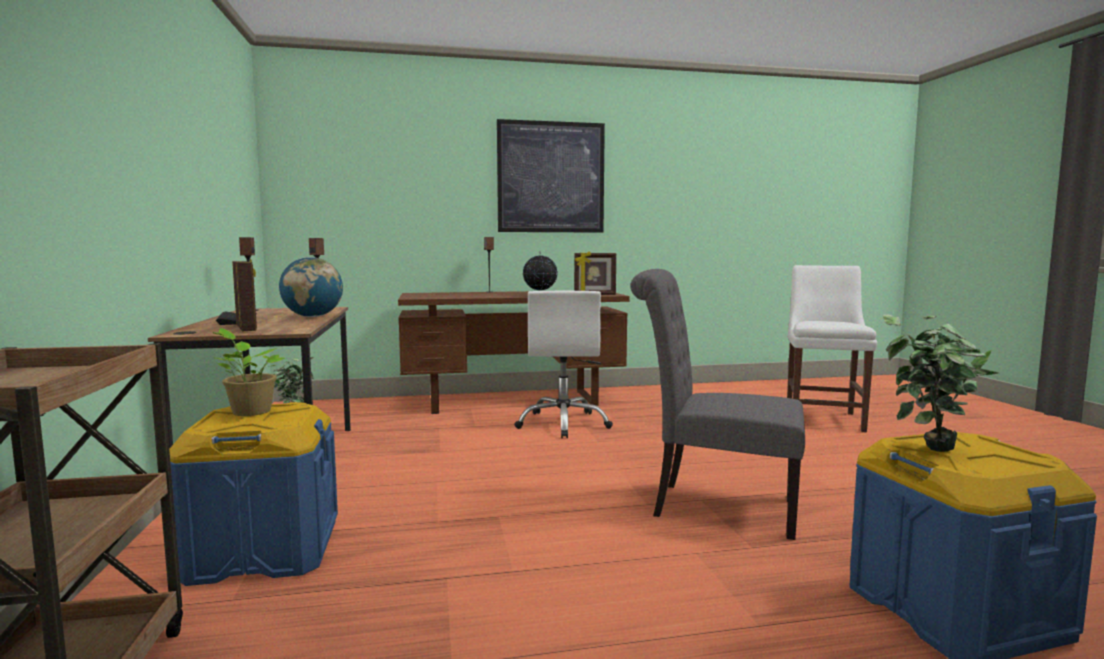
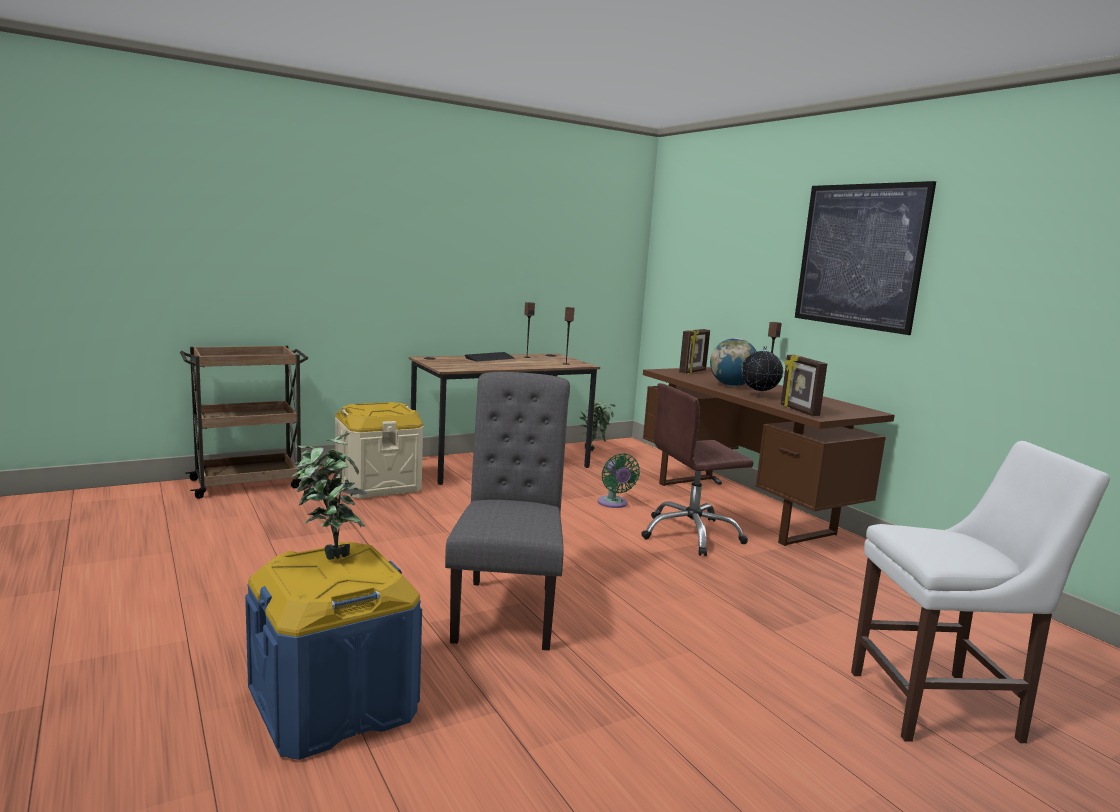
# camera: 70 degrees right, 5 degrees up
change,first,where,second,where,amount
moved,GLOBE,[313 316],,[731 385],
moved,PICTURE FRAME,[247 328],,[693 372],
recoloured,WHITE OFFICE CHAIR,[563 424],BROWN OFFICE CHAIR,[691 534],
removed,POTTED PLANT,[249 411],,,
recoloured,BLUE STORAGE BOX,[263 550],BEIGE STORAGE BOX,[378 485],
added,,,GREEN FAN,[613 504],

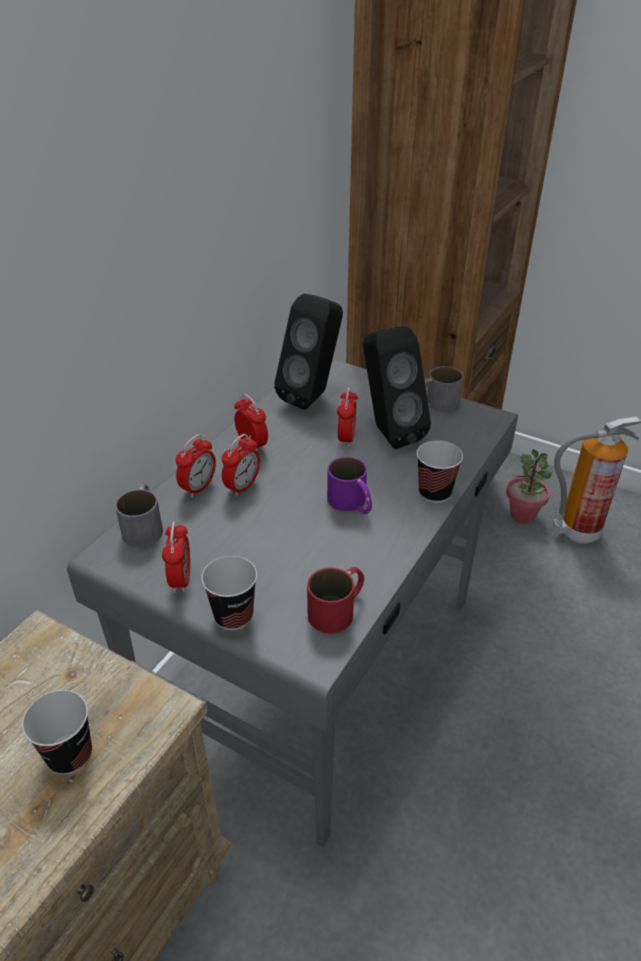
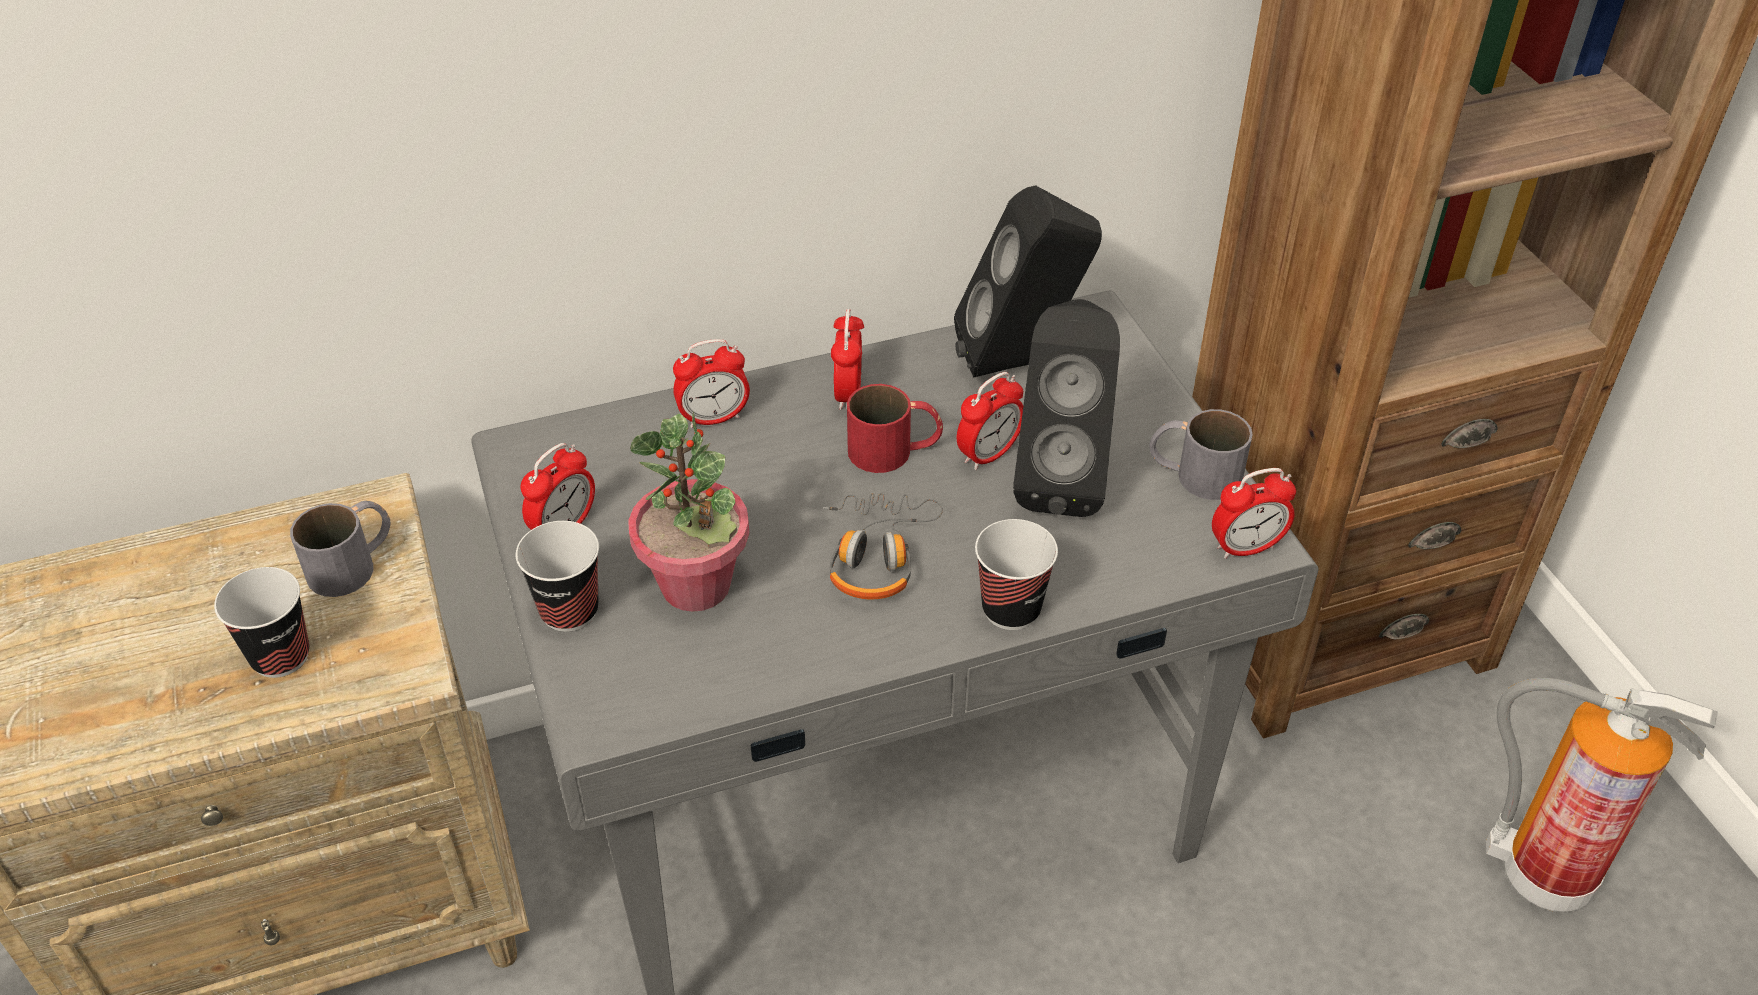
# camera: 40 degrees right, 5 degrees up
change,first,where,second,where,amount
moved,ALARM CLOCK,[242 487],,[1246 548],
moved,POTTED PLANT,[523 514],,[696 586],
replaced,PURPLE MUG,[352 504],HEADPHONES,[877 556],
moved,GREY MUG,[144 525],,[354 563],
moved,RED MUG,[338 609],,[895 450],

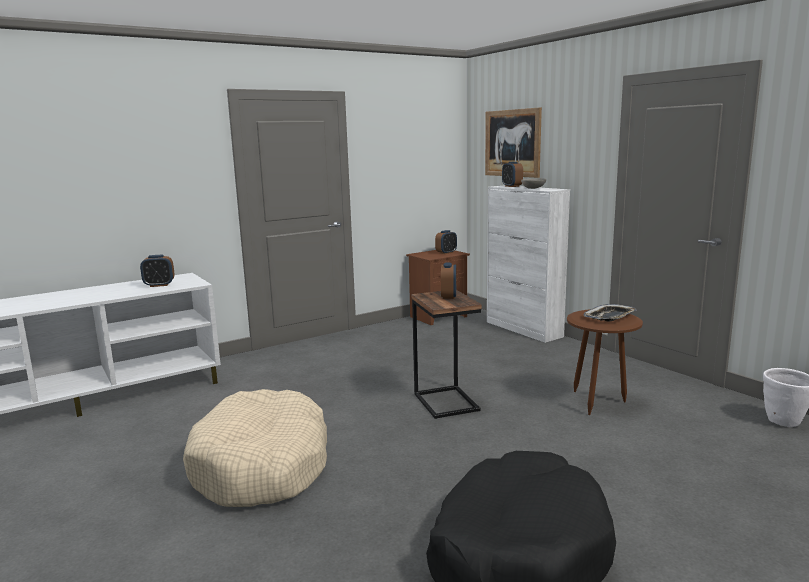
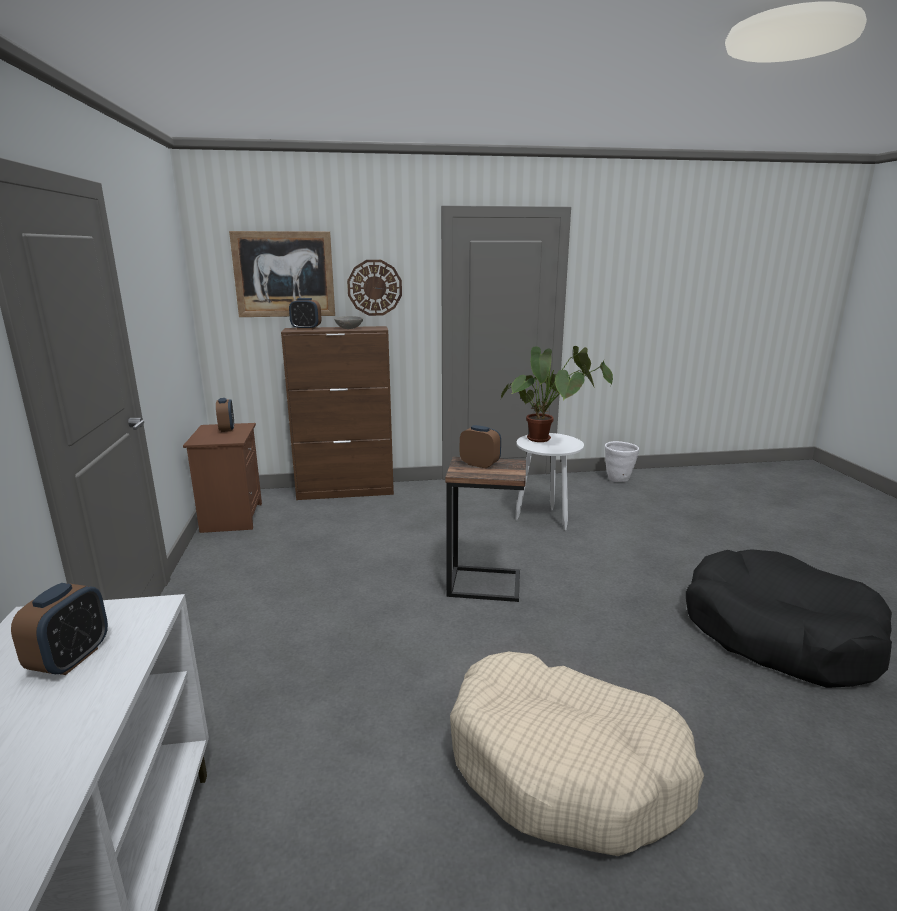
# camera: 65 degrees left, 5 degrees up
change,first,where,second,where,amount
recoloured,WHITE CABINET,[523 329],BROWN CABINET,[346 491],
replaced,TRAY,[610 317],POTTED PLANT,[550 439],
recoloured,BROWN SIDE TABLE,[599 402],WHITE SIDE TABLE,[545 518],
added,,,WALL CLOCK,[374 287],

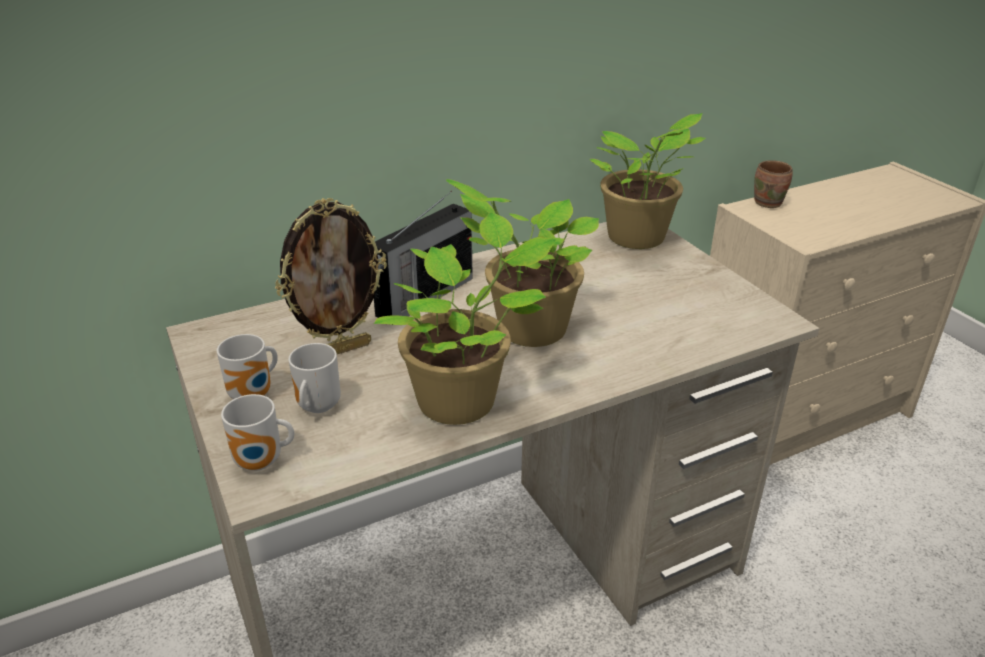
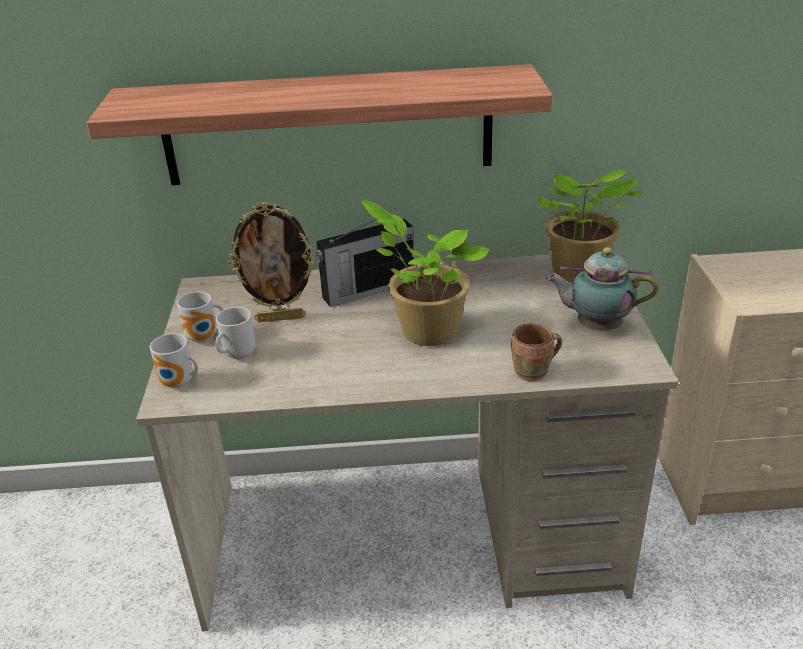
# camera: 25 degrees right, 0 degrees up
change,first,where,second,where,amount
moved,BROWN MUG,[770 203],,[534 373],
removed,POTTED PLANT,[463 401],,,
added,,,SHELF,[328 126],
added,,,TEAPOT,[595 326],

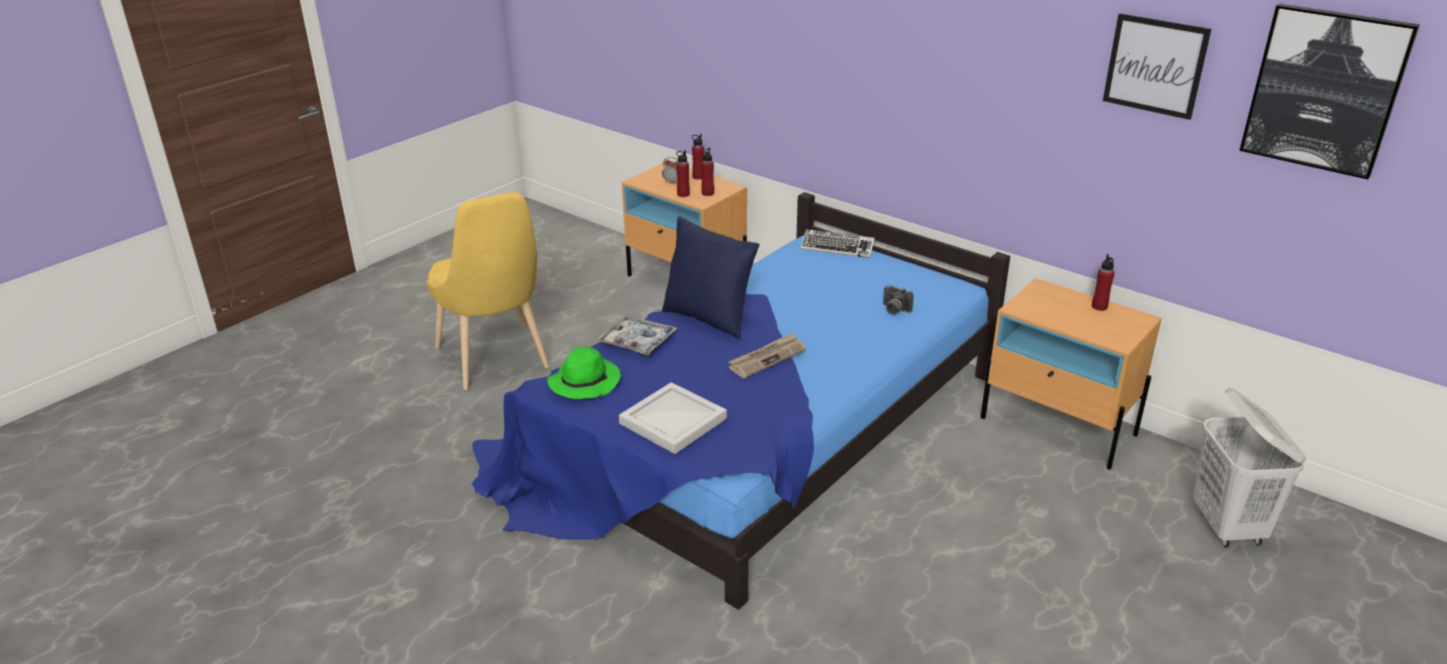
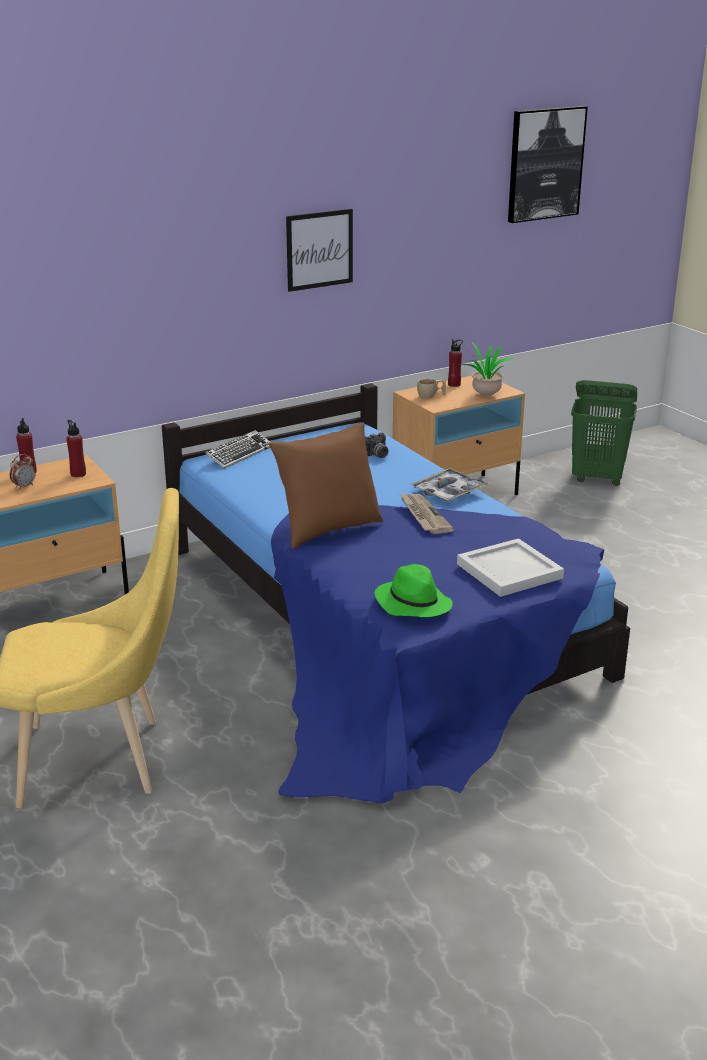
# camera: 70 degrees left, 5 degrees down
change,first,where,second,where,amount
moved,PICTURE,[1155 66],,[319 249],
removed,RED BOTTLE,[683 194],,,
recoloured,BLUE PILLOW,[709 319],BROWN PILLOW,[328 530],
moved,TRAY,[637 342],,[449 492],
recoloured,WHITE LAUNDRY BASKET,[1228 527],GREEN LAUNDRY BASKET,[598 478],
added,,,POTTED PLANT,[484 394],
added,,,BEIGE CUP,[431 396],

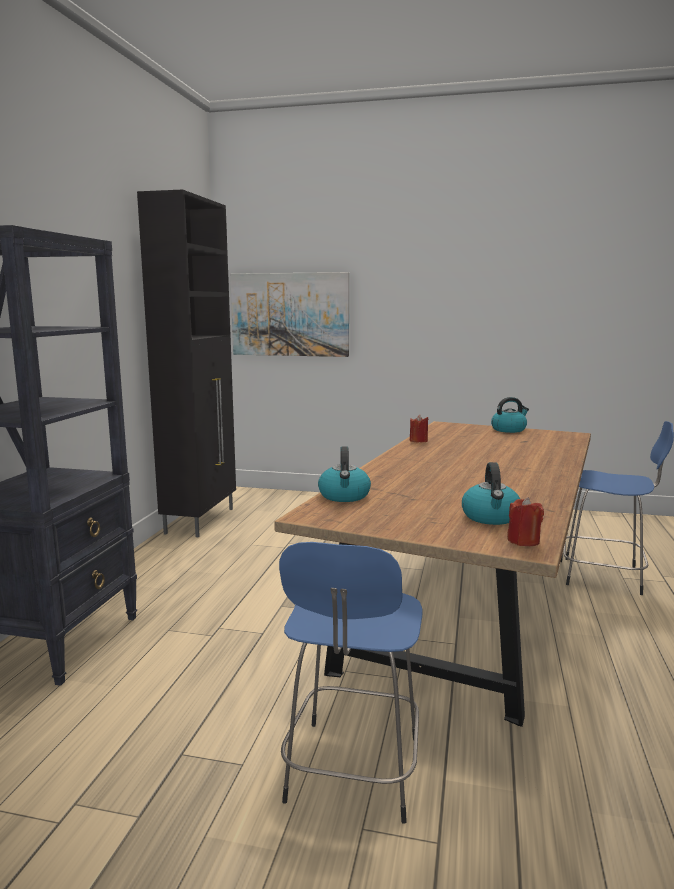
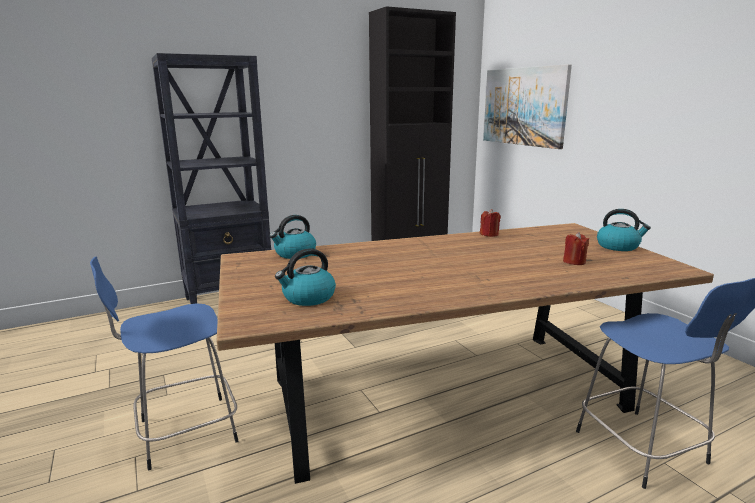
# camera: 50 degrees right, 5 degrees up
change,first,where,second,where,amount
moved,RED CANDLE,[523 541],,[574 262],

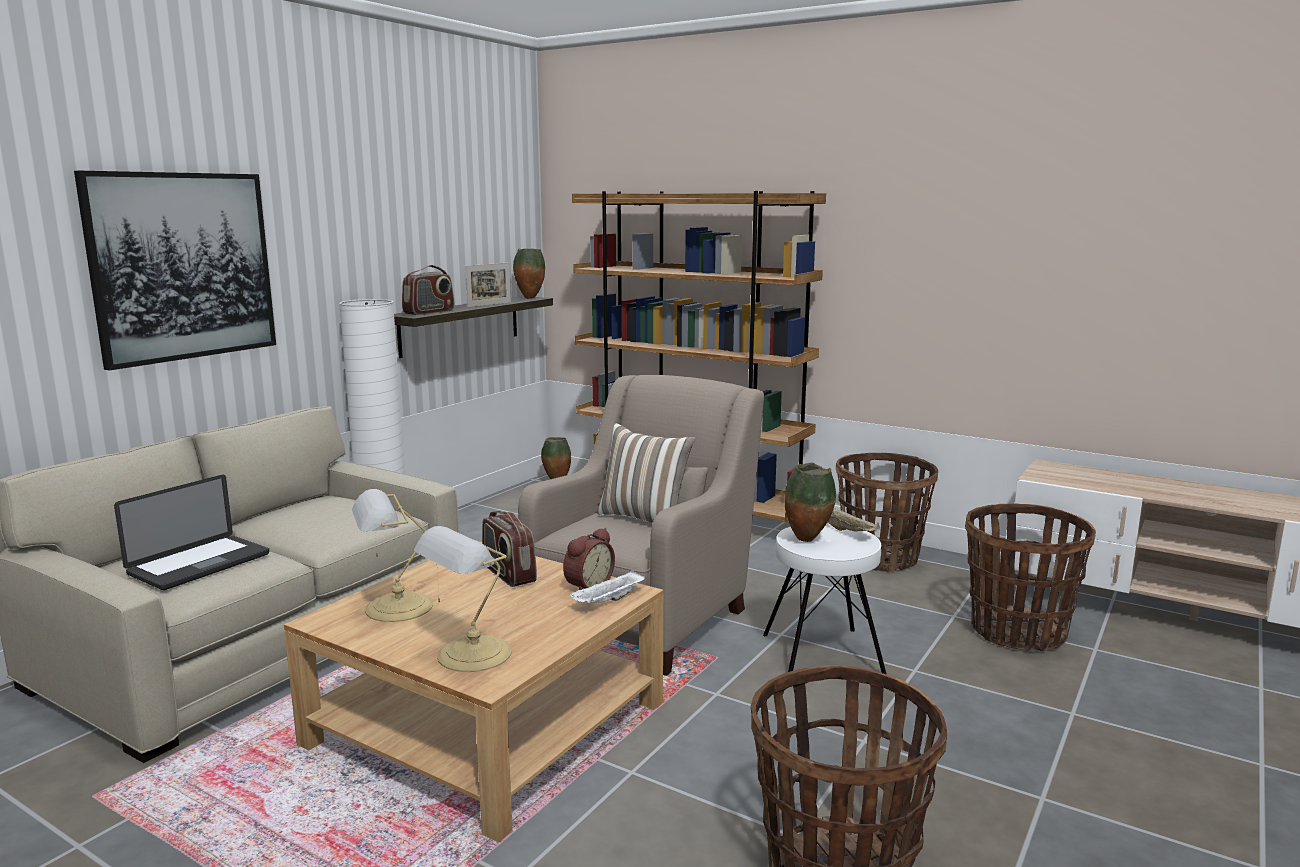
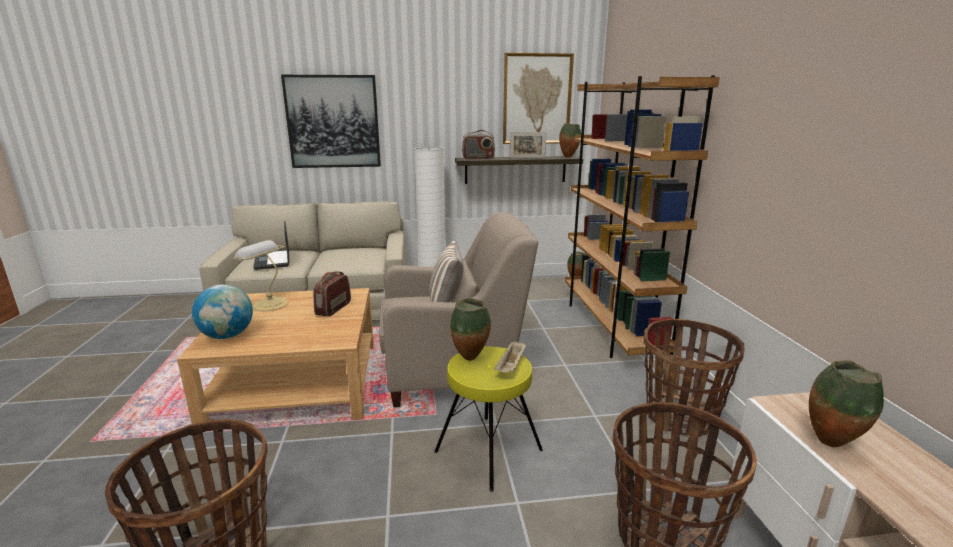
# camera: 50 degrees right, 5 degrees up
change,first,where,second,where,amount
turned,LAPTOP,[199 564],,[272 260],75 degrees clockwise
recoloured,WHITE STOOL,[823 654],YELLOW STOOL,[488 451],
replaced,TABLE LAMP,[471 655],GLOBE,[227 336],
removed,ALARM CLOCK,[587 586],,,
removed,WHITE TRAY,[608 601],,,
added,,,PICTURE,[537 99],
added,,,VASE,[832 443],

